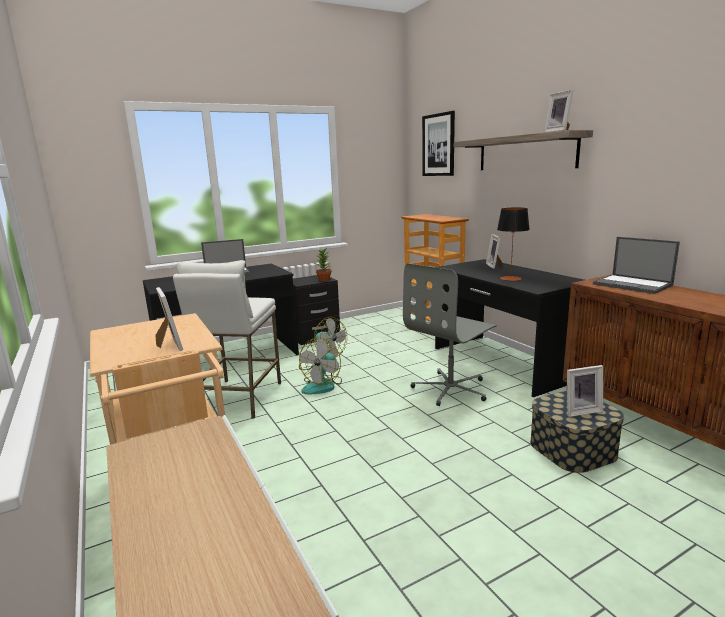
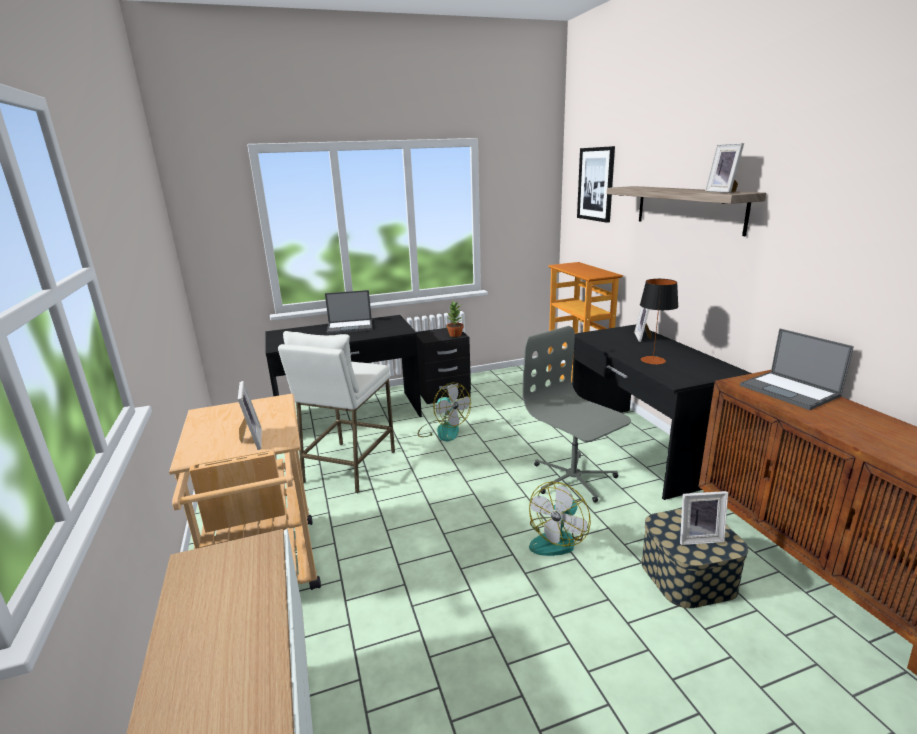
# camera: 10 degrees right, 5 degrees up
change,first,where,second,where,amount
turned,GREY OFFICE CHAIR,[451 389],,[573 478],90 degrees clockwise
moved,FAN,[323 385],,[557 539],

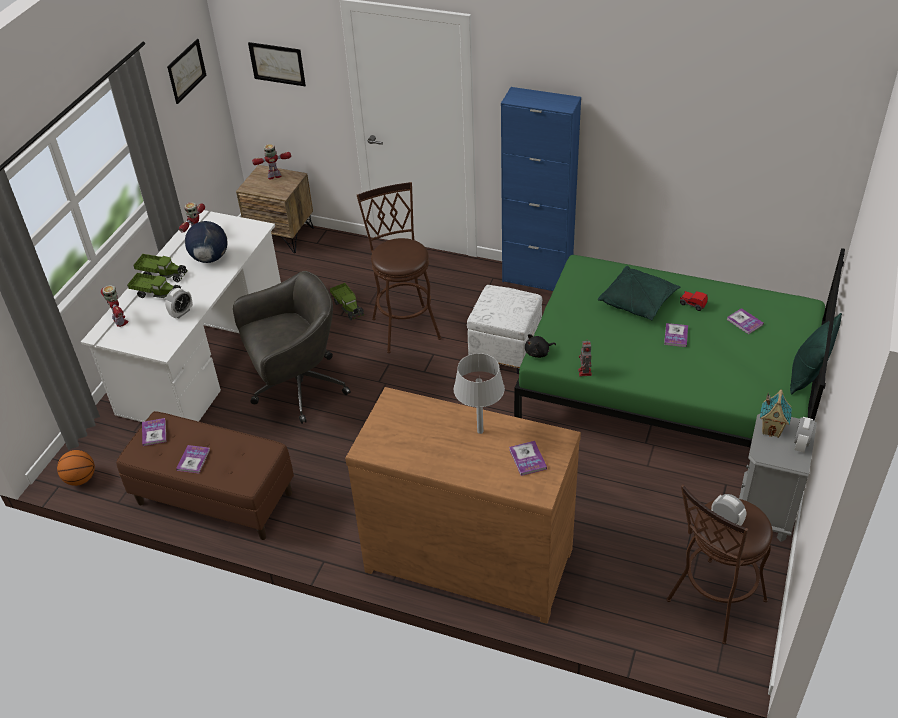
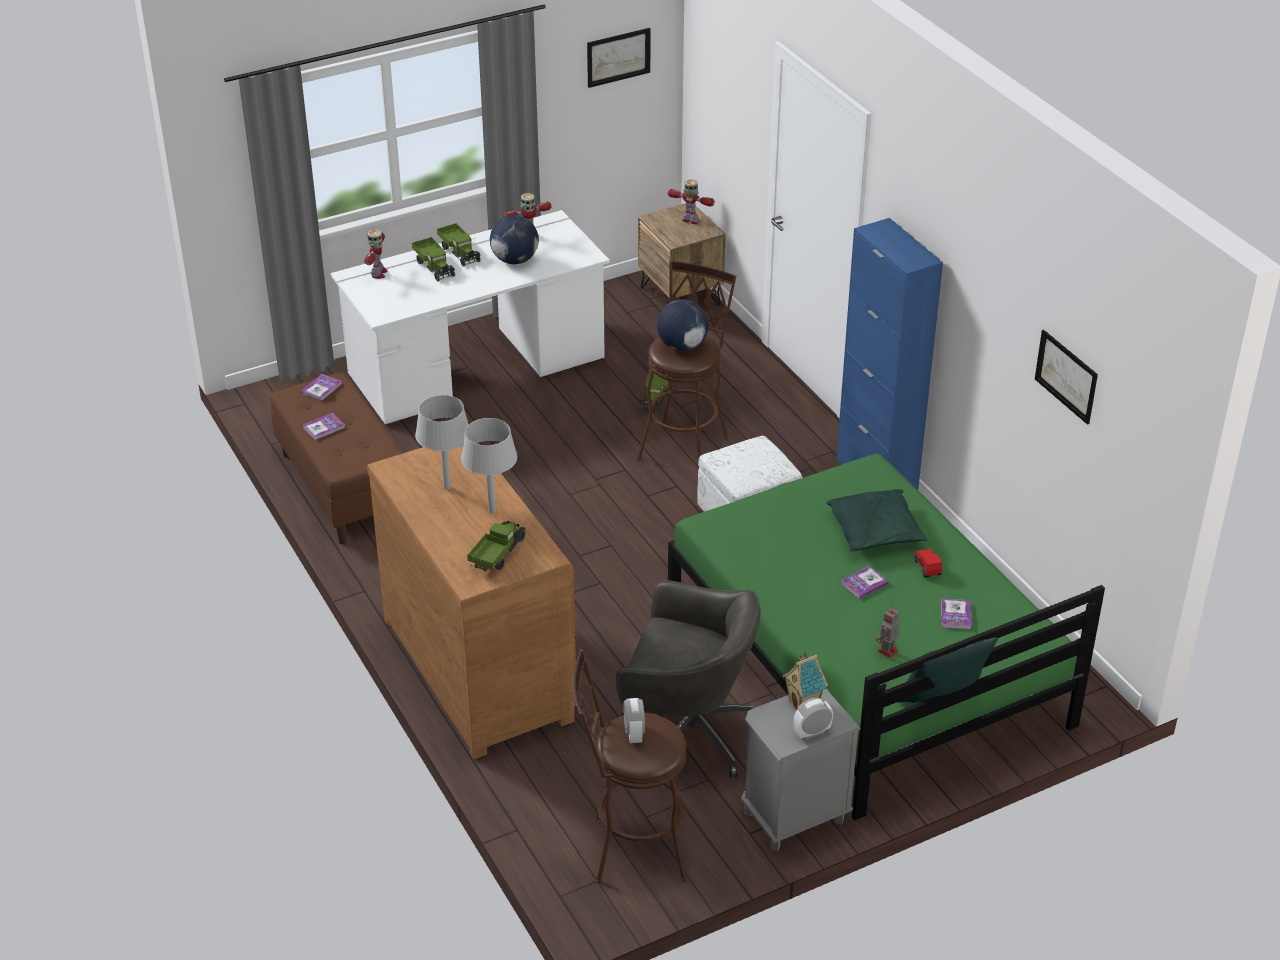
# camera: 40 degrees right, 5 degrees down
change,first,where,second,where,amount
moved,PICTURE,[277 64],,[1066 376],
moved,GREY OFFICE CHAIR,[297 388],,[687 733],
removed,ALARM CLOCK,[181 313],,,
removed,BLACK PLUSH TOY,[538 353],,,
moved,TOY ROBOT,[585 373],,[886 651],
replaced,BOOK,[527 459],TOY TRUCK,[497 554],
removed,BASKETBALL,[80 479],,,
added,,,GLOBE,[682 346],
added,,,GREY TABLE LAMP,[447 487],

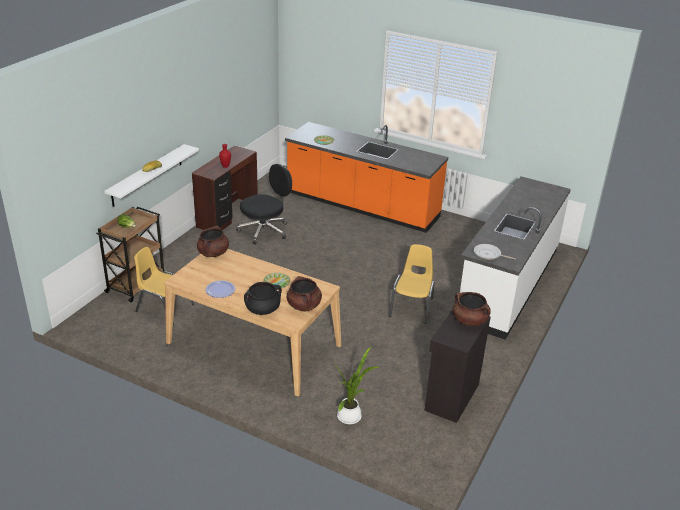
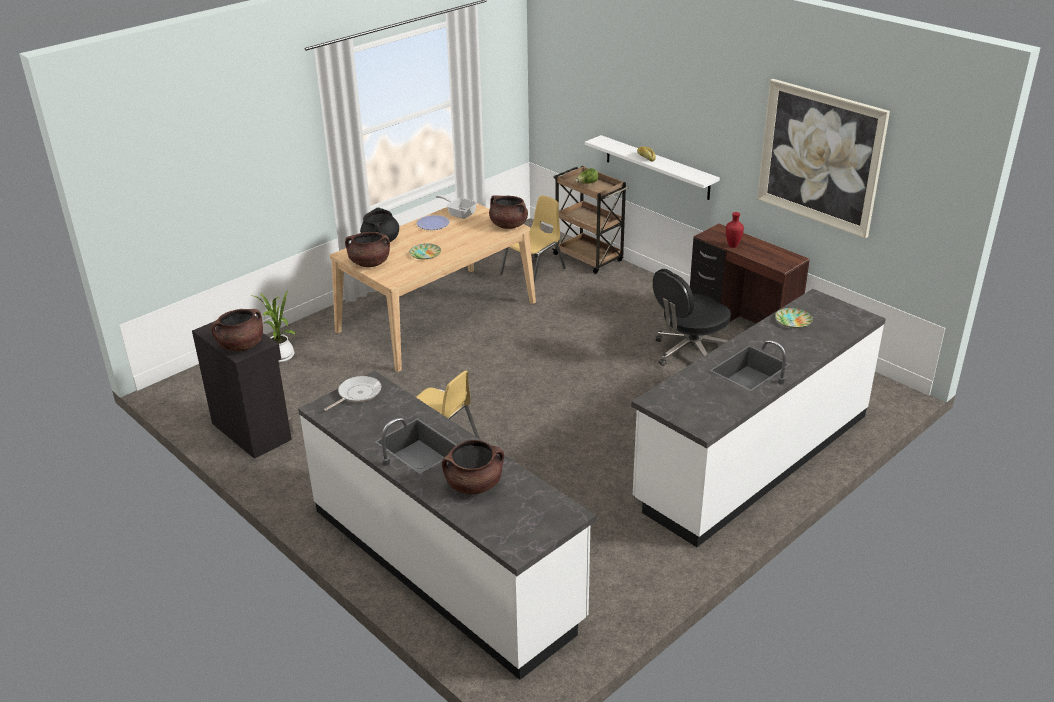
# camera: 110 degrees right, 0 degrees up
change,first,where,second,where,amount
recoloured,ORANGE COUNTER,[362 206],WHITE COUNTER,[752 458],
turned,BLACK OFFICE CHAIR,[265 230],,[690 352],75 degrees clockwise
added,,,PICTURE,[820 157],
added,,,FRYING PAN,[459 213],
added,,,BROWN COOKING POT,[474 484],

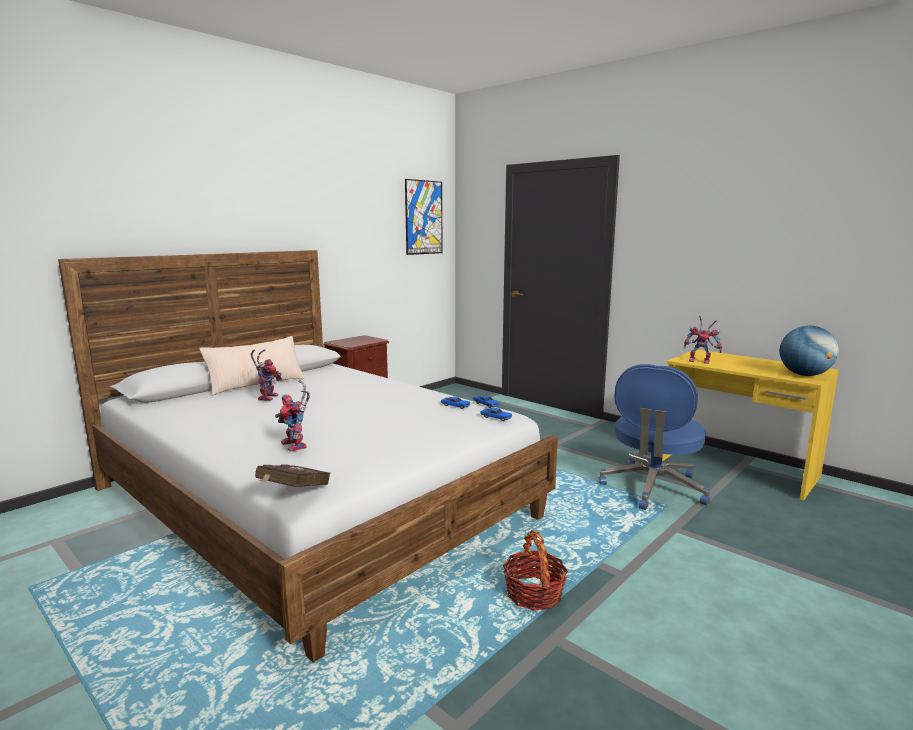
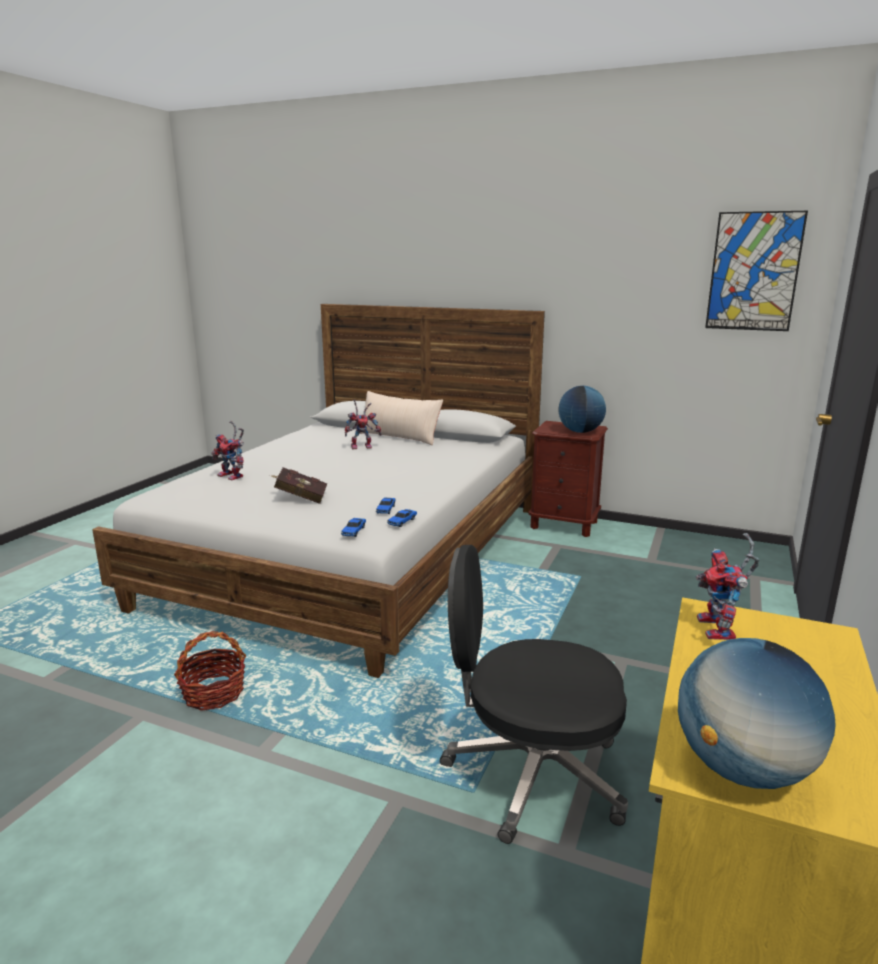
# camera: 70 degrees right, 5 degrees up
change,first,where,second,where,amount
recoloured,BLUE OFFICE CHAIR,[653 488],BLACK OFFICE CHAIR,[531 773],
turned,TOY ROBOT,[297 446],,[233 476],90 degrees counterclockwise
moved,RED BOOK,[292 493],,[299 498],
added,,,GLOBE,[580 432],

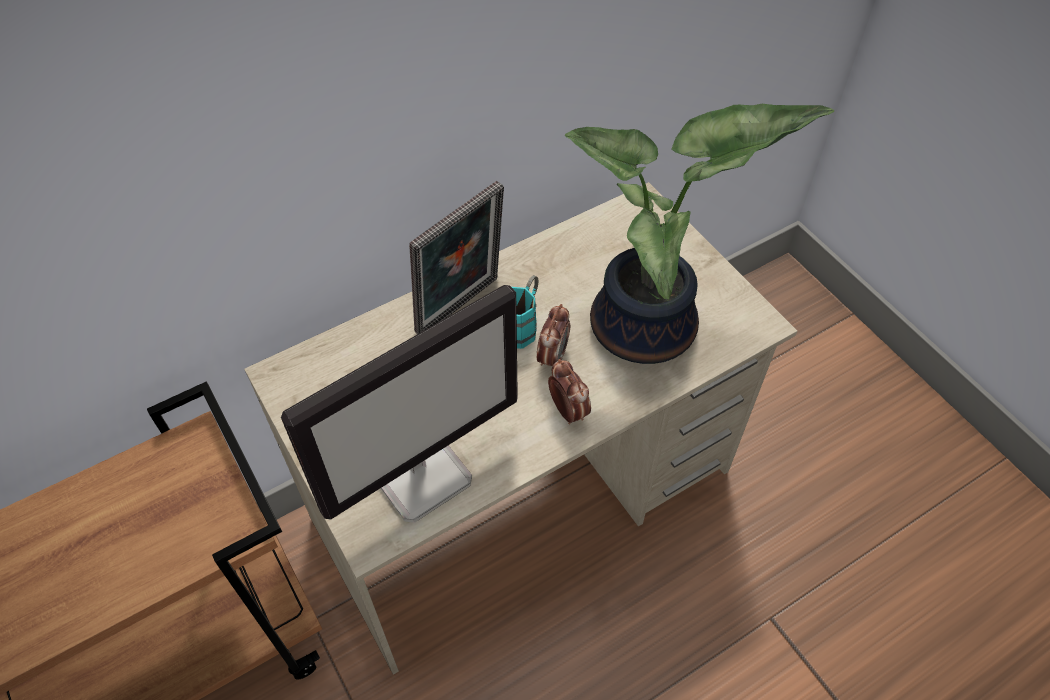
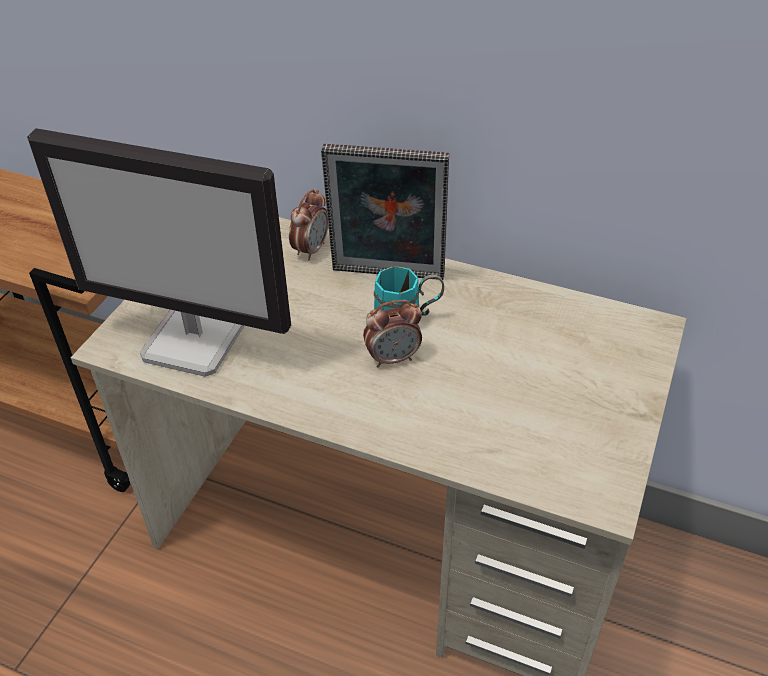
# camera: 55 degrees right, 10 degrees down
change,first,where,second,where,amount
removed,POTTED PLANT,[648 332],,,
moved,ALARM CLOCK,[567 410],,[311 250],

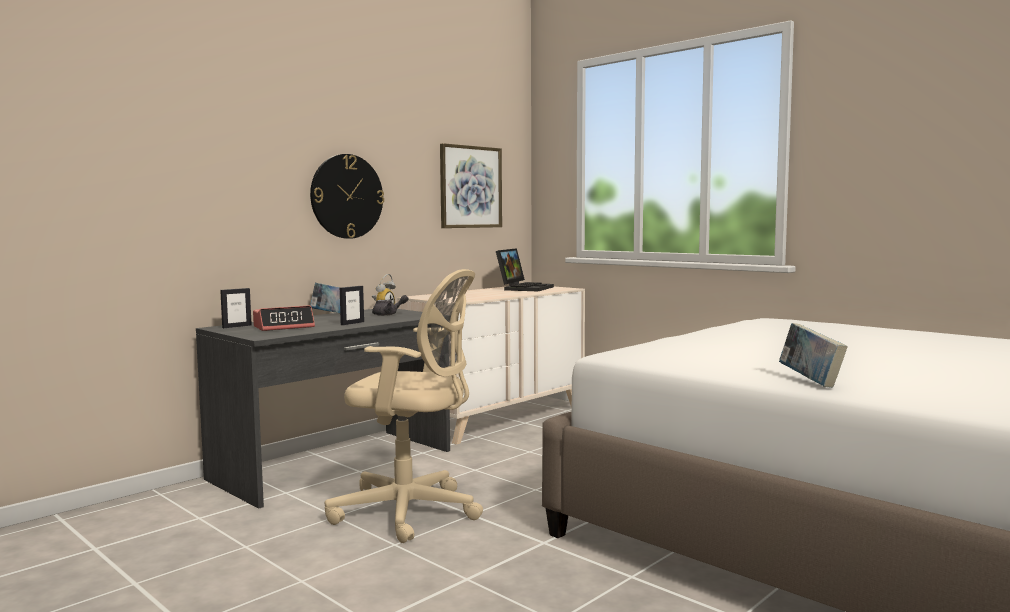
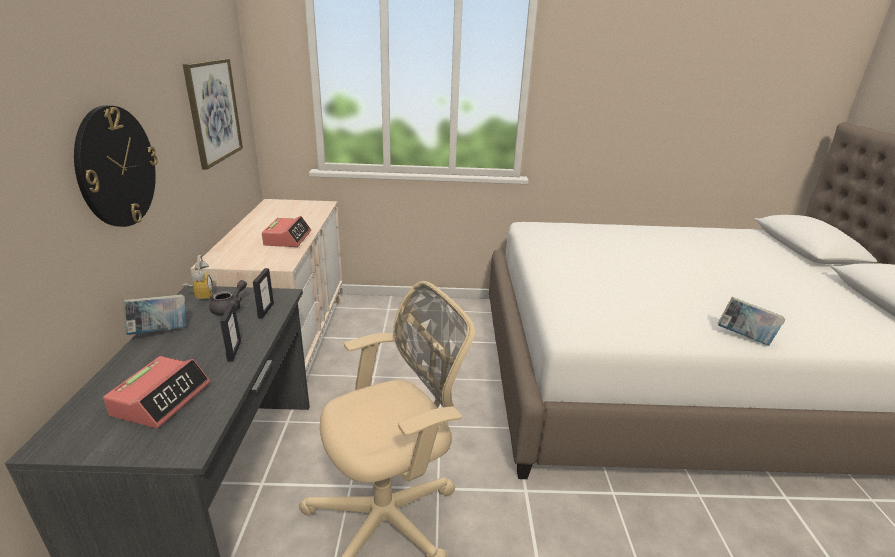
# camera: 45 degrees left, 20 degrees up
change,first,where,second,where,amount
removed,LAPTOP,[524 288],,,
moved,PICTURE FRAME,[236 326],,[266 310],
added,,,ALARM CLOCK,[287 238],

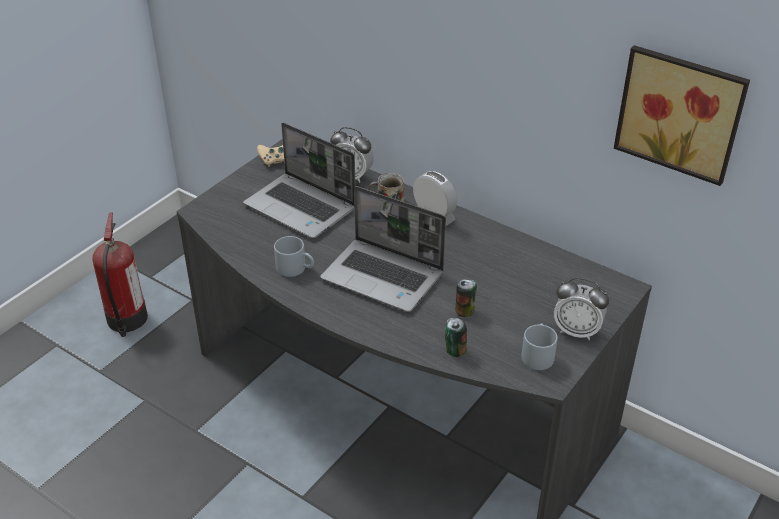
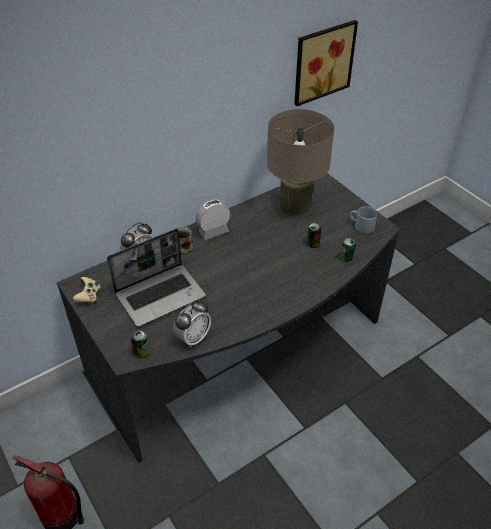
# camera: 70 degrees left, 5 degrees up
change,first,where,second,where,amount
removed,LAPTOP,[384 276],,,
removed,GREY MUG,[296 268],,,
moved,ALARM CLOCK,[576 331],,[193 338],
added,,,BEIGE TABLE LAMP,[295 204],
added,,,CAN,[142 353],

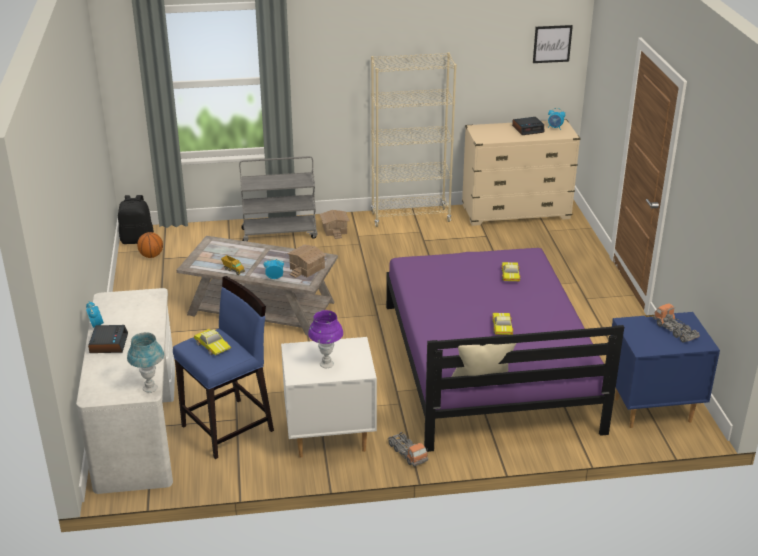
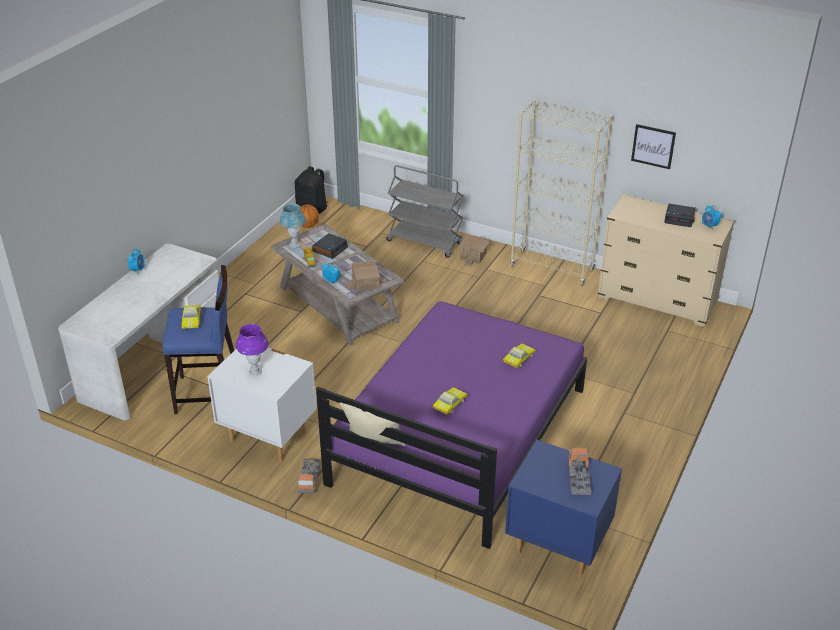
# camera: 35 degrees right, 5 degrees up
change,first,where,second,where,amount
moved,PICTURE,[552 44],,[653 146],
moved,ALARM CLOCK,[108 343],,[330 249],
moved,BLUE TABLE LAMP,[150 388],,[294 245],

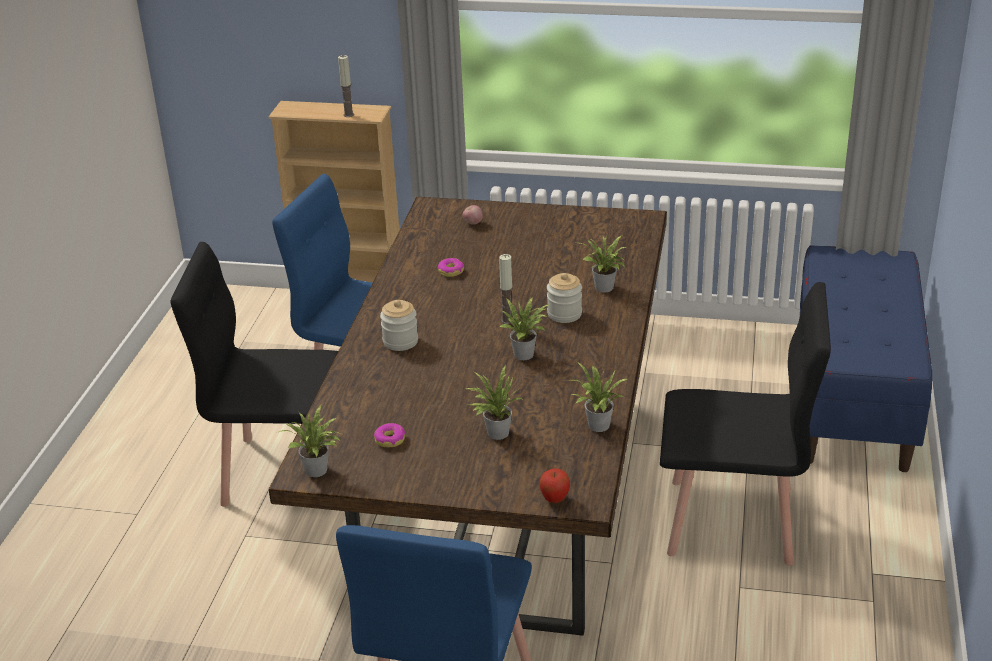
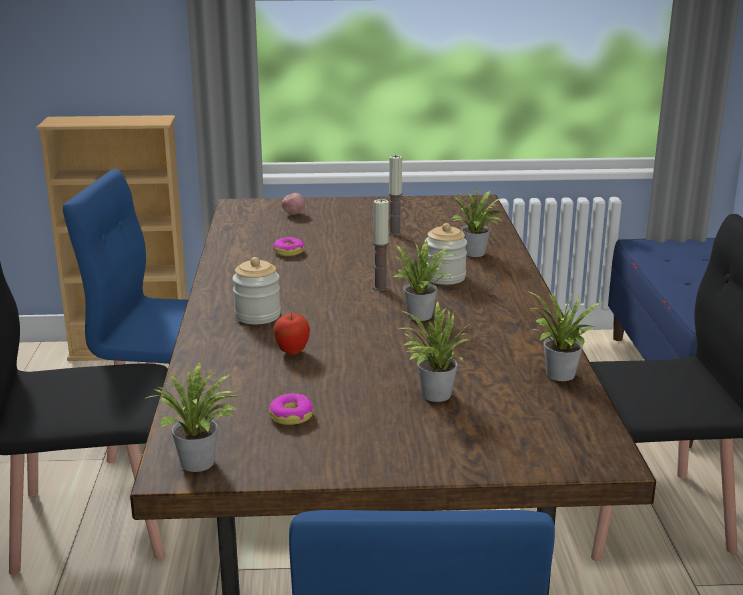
# camera: 15 degrees left, 10 degrees down
change,first,where,second,where,amount
moved,CANDLE,[348 115],,[395 233],
moved,APPLE,[555 499],,[292 352],

